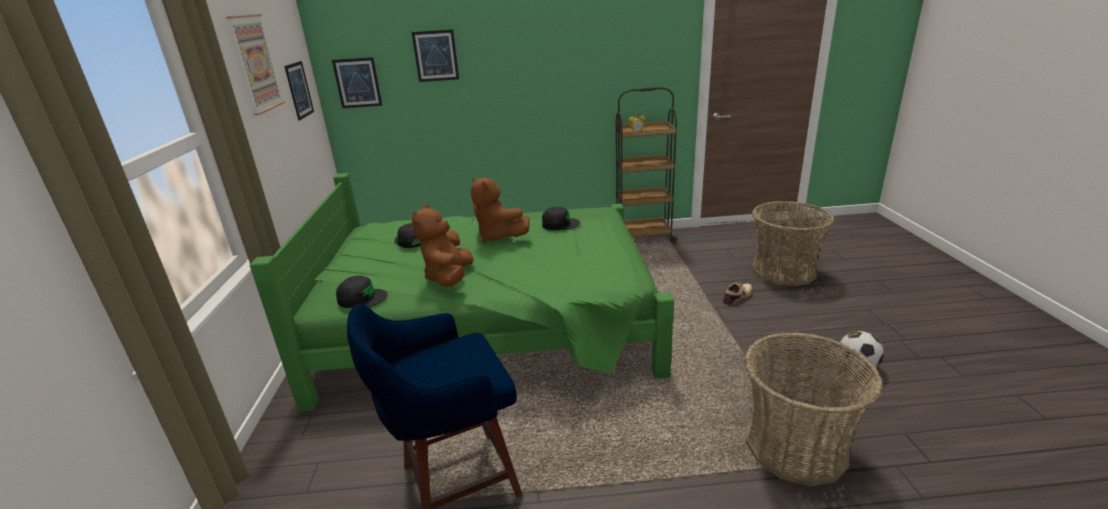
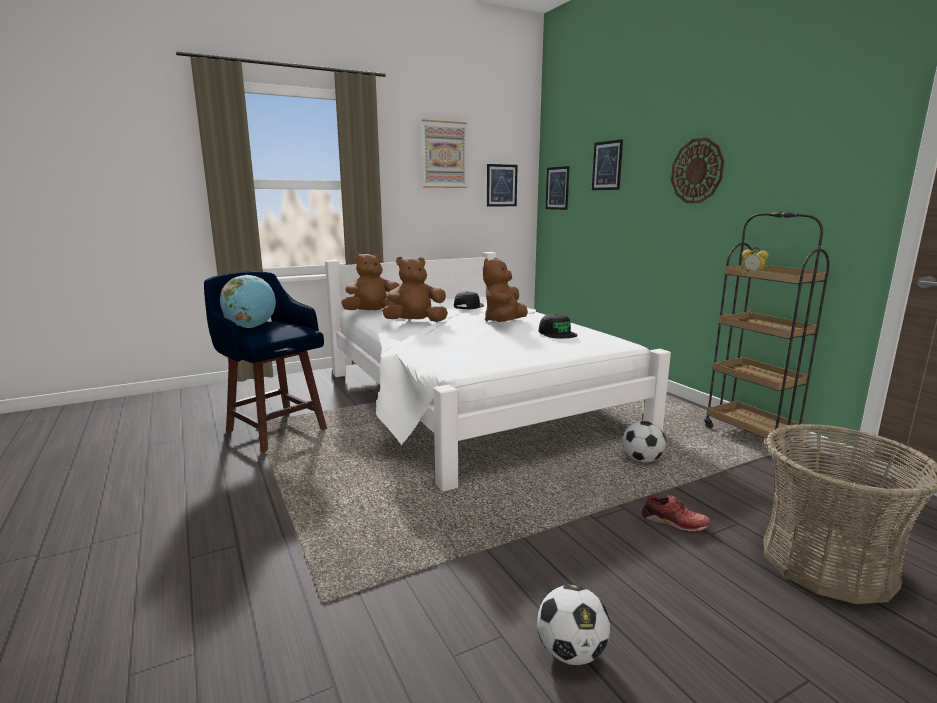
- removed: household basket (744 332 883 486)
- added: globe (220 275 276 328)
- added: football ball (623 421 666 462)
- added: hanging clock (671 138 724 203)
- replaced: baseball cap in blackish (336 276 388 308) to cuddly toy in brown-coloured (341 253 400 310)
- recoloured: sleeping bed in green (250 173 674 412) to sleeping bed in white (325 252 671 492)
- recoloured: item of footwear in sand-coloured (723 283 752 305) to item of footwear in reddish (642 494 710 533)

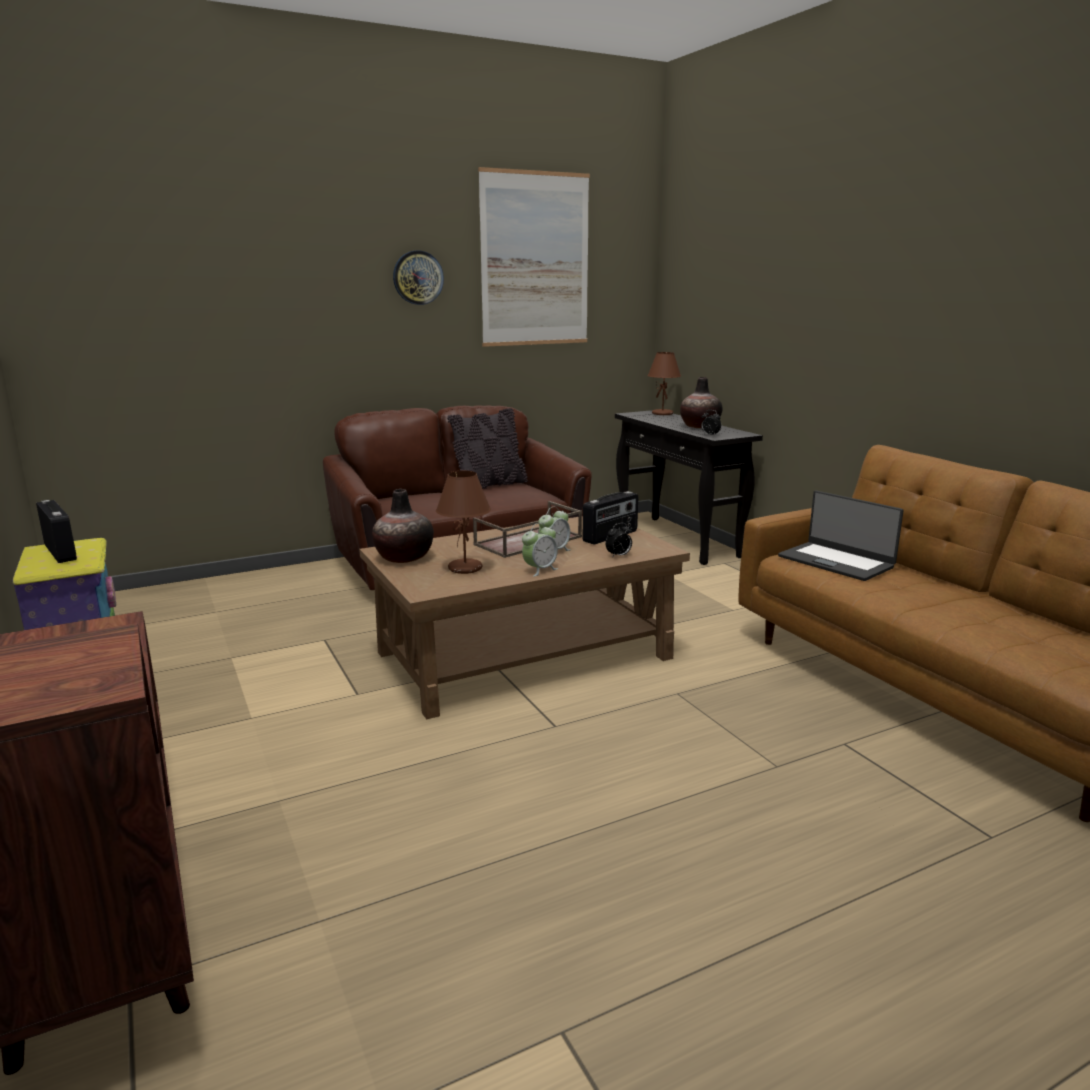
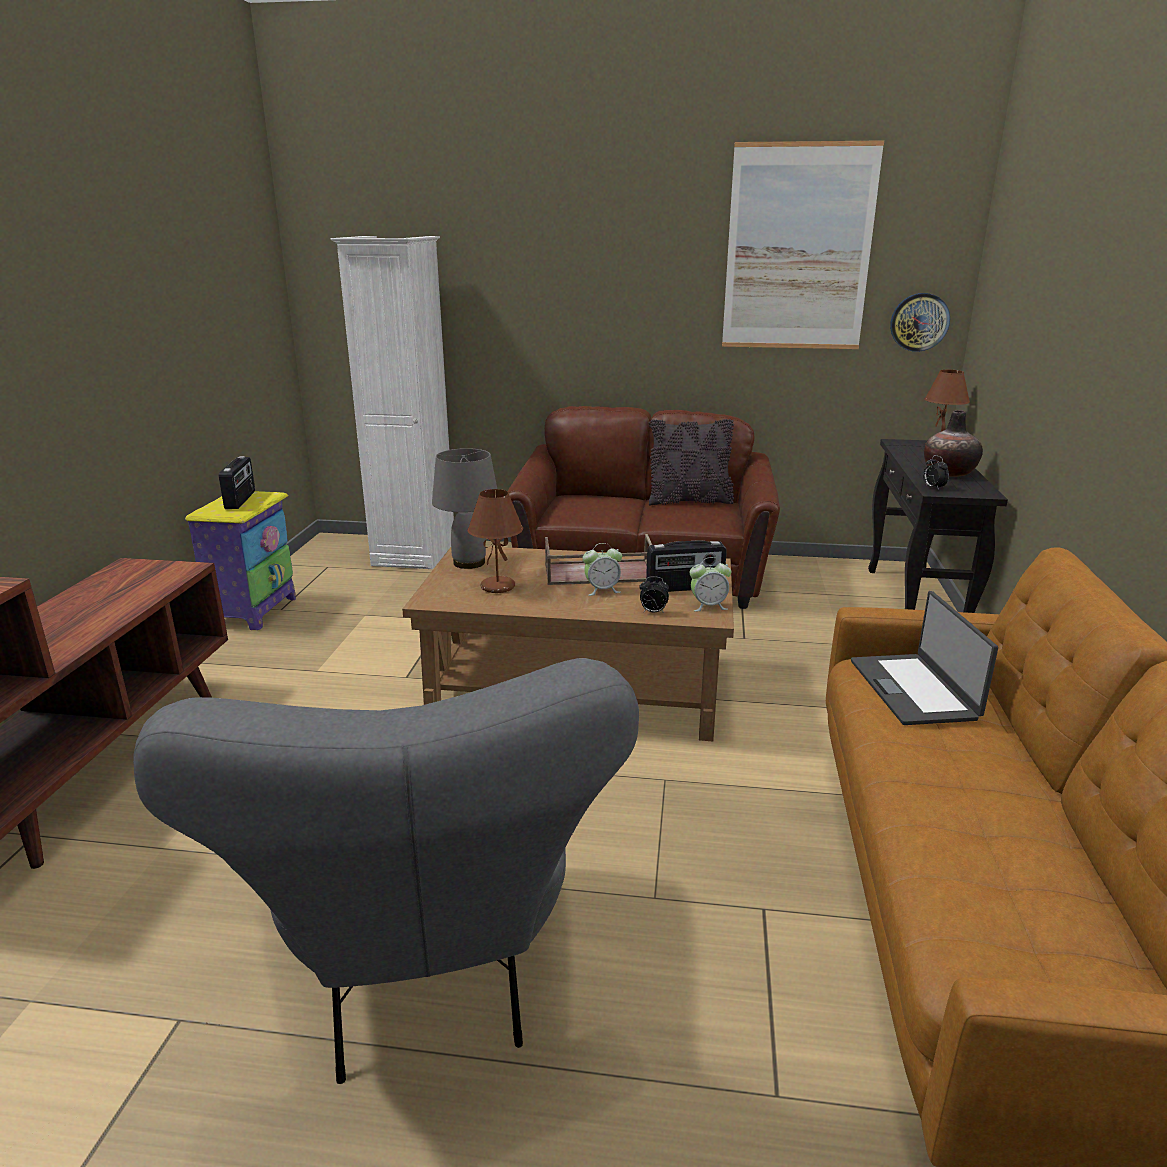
- added: lounge chair in grey (133 658 639 1084)
- added: cabinet in white (331 236 454 569)
- moved: hanging clock (393 251 444 305) to (890 293 950 352)
- moved: alarm clock (522 523 558 577) to (690 557 731 612)
- replaced: vase (372 489 434 563) to tabletop lamp in grey (432 448 497 569)

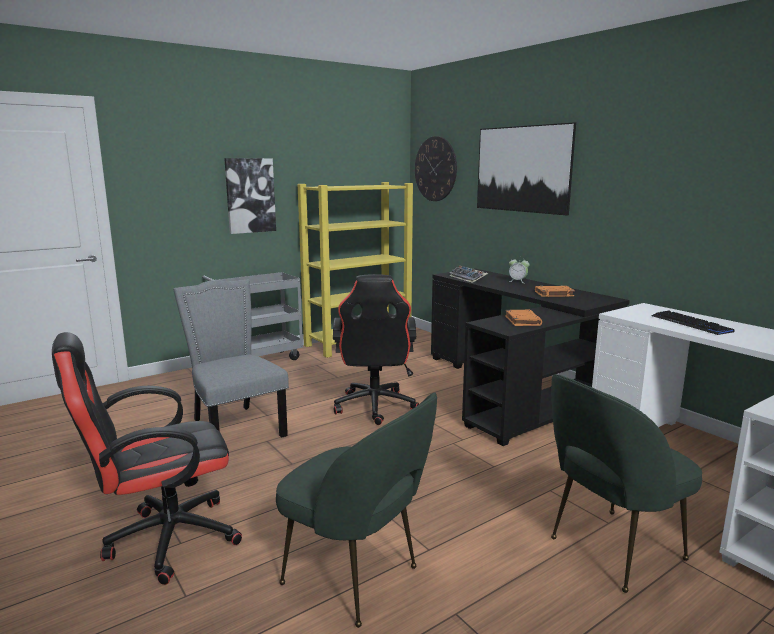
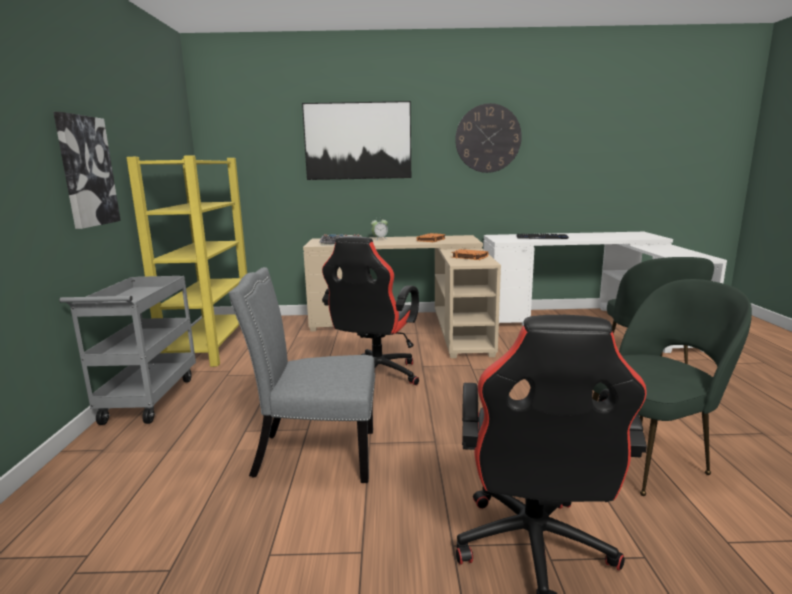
- moved: hanging clock (415 136 457 201) to (455 103 522 173)
- recoloured: desk in blackish (431 269 630 446) to desk in sand-coloured (303 235 501 358)
- turned: computer chair in blackish (333 274 419 425) = (322 236 419 385) 75 degrees clockwise

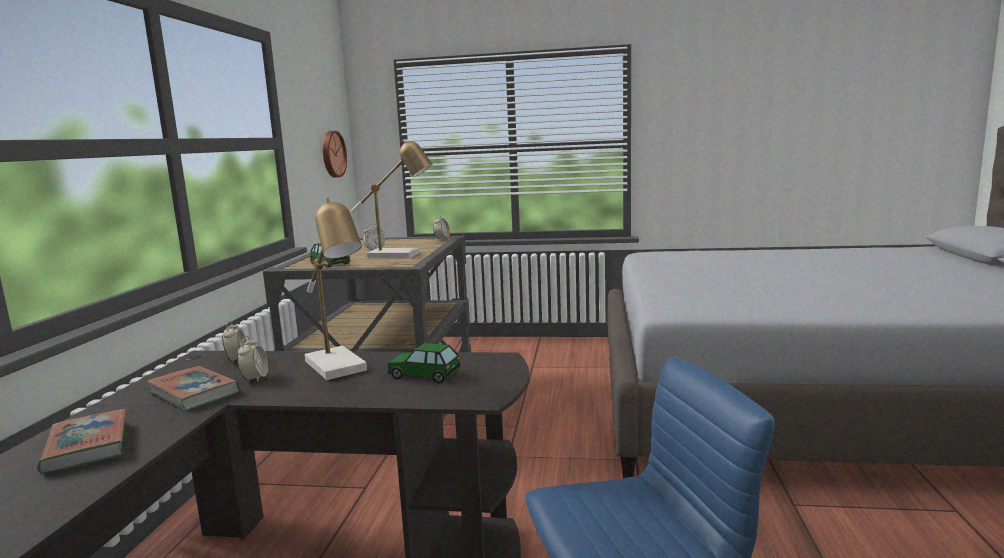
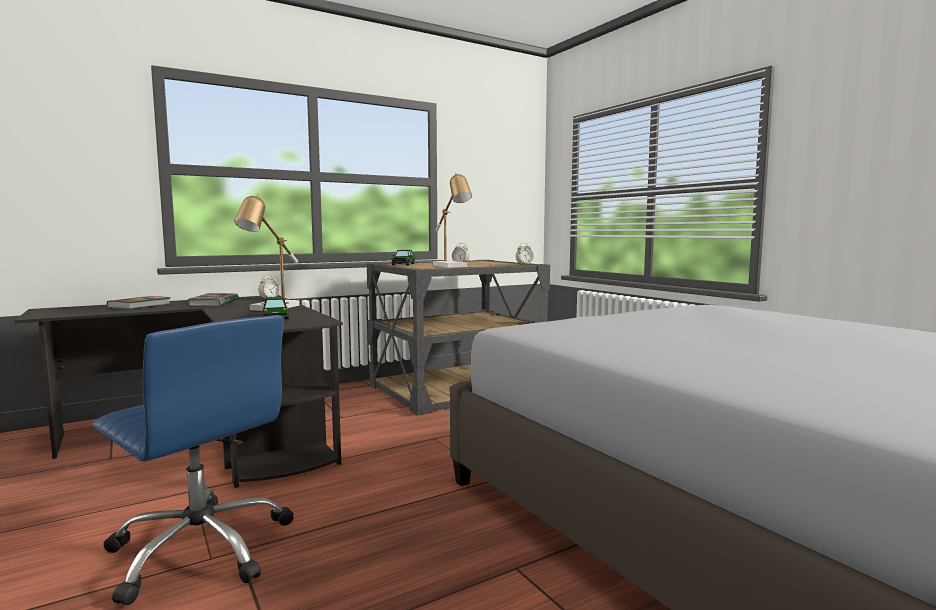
- removed: alarm clock (237 336 268 382)
- removed: hanging clock (323 131 347 178)

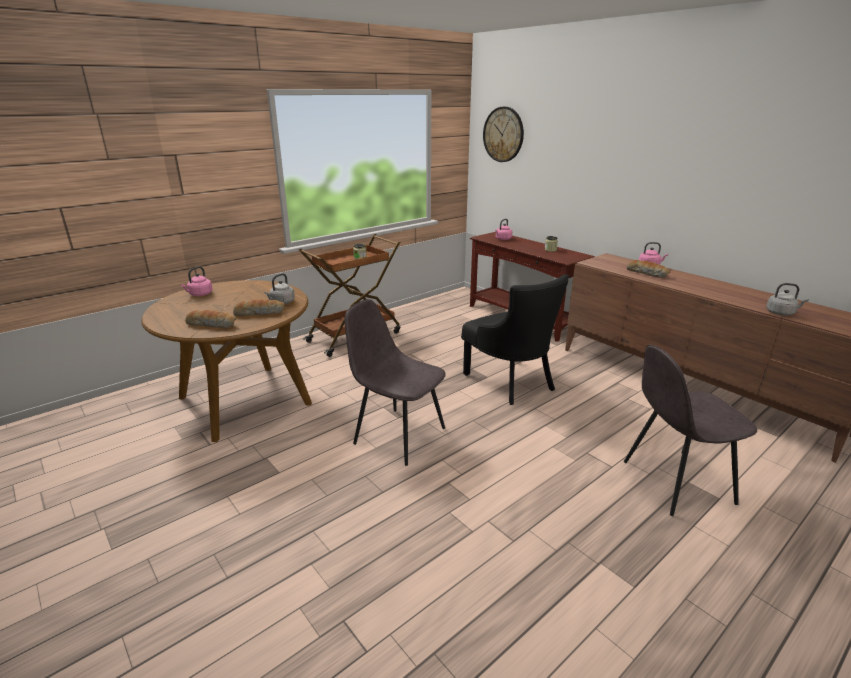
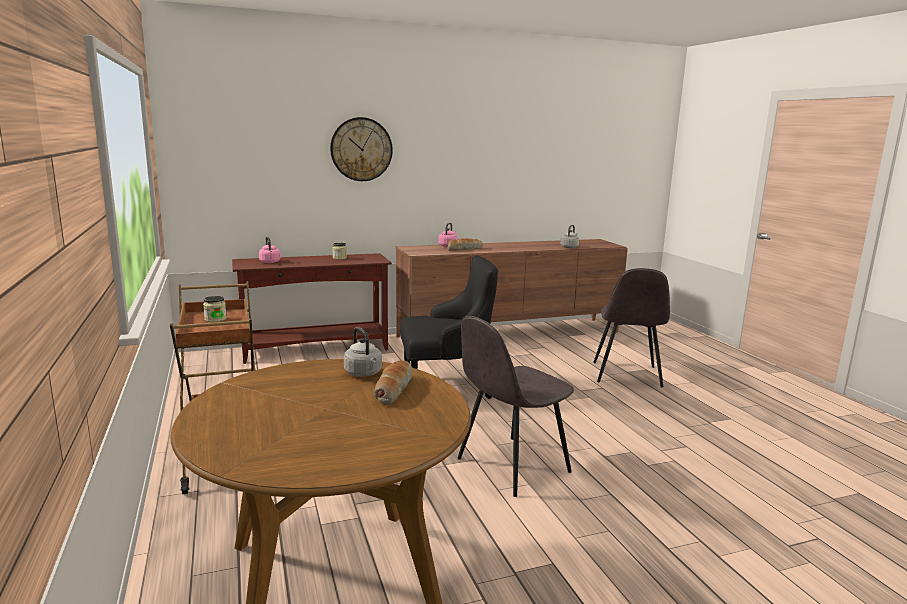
- removed: tea kettle in pinkish (181 266 213 296)
- removed: baked bread (185 310 236 328)
- moved: hanging clock (483 107 524 162) to (330 117 393 181)

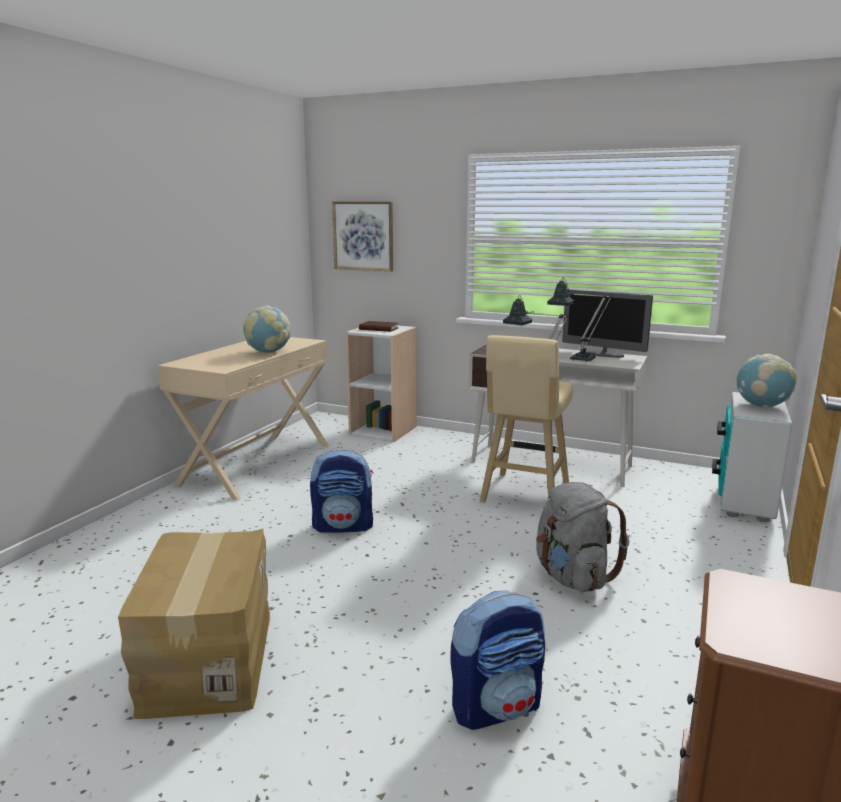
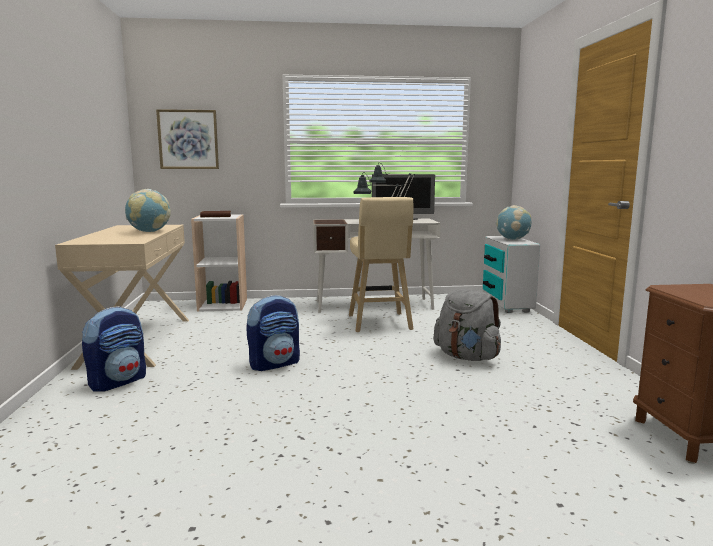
- removed: carton (118 529 270 719)
- moved: rucksack (450 590 545 730) to (82 306 146 392)

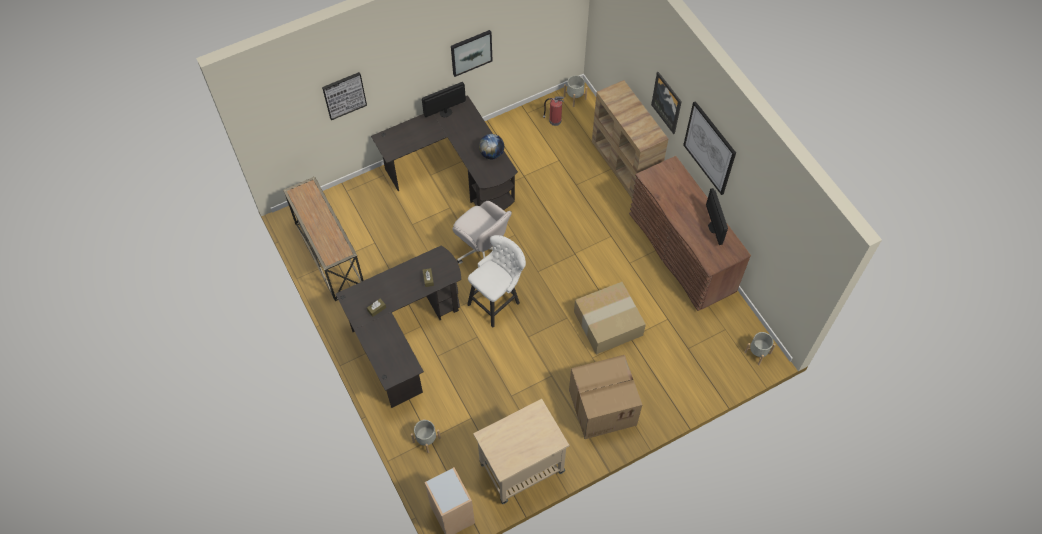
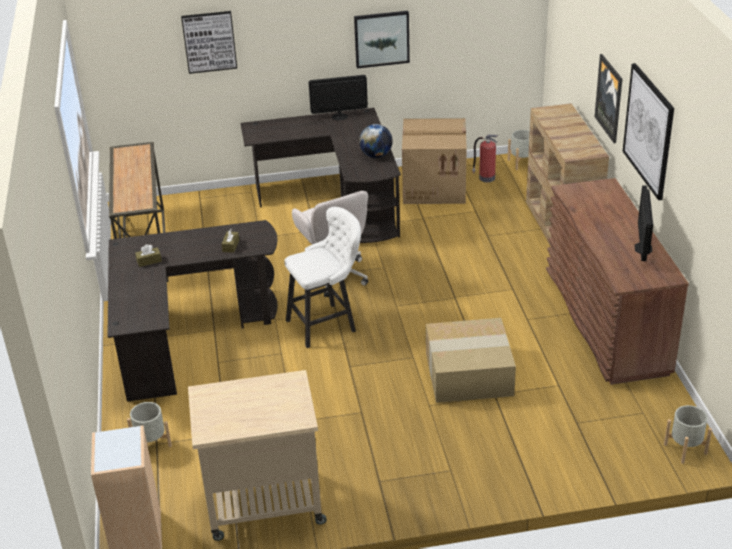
- moved: carton (569 355 642 439) to (402 118 467 204)

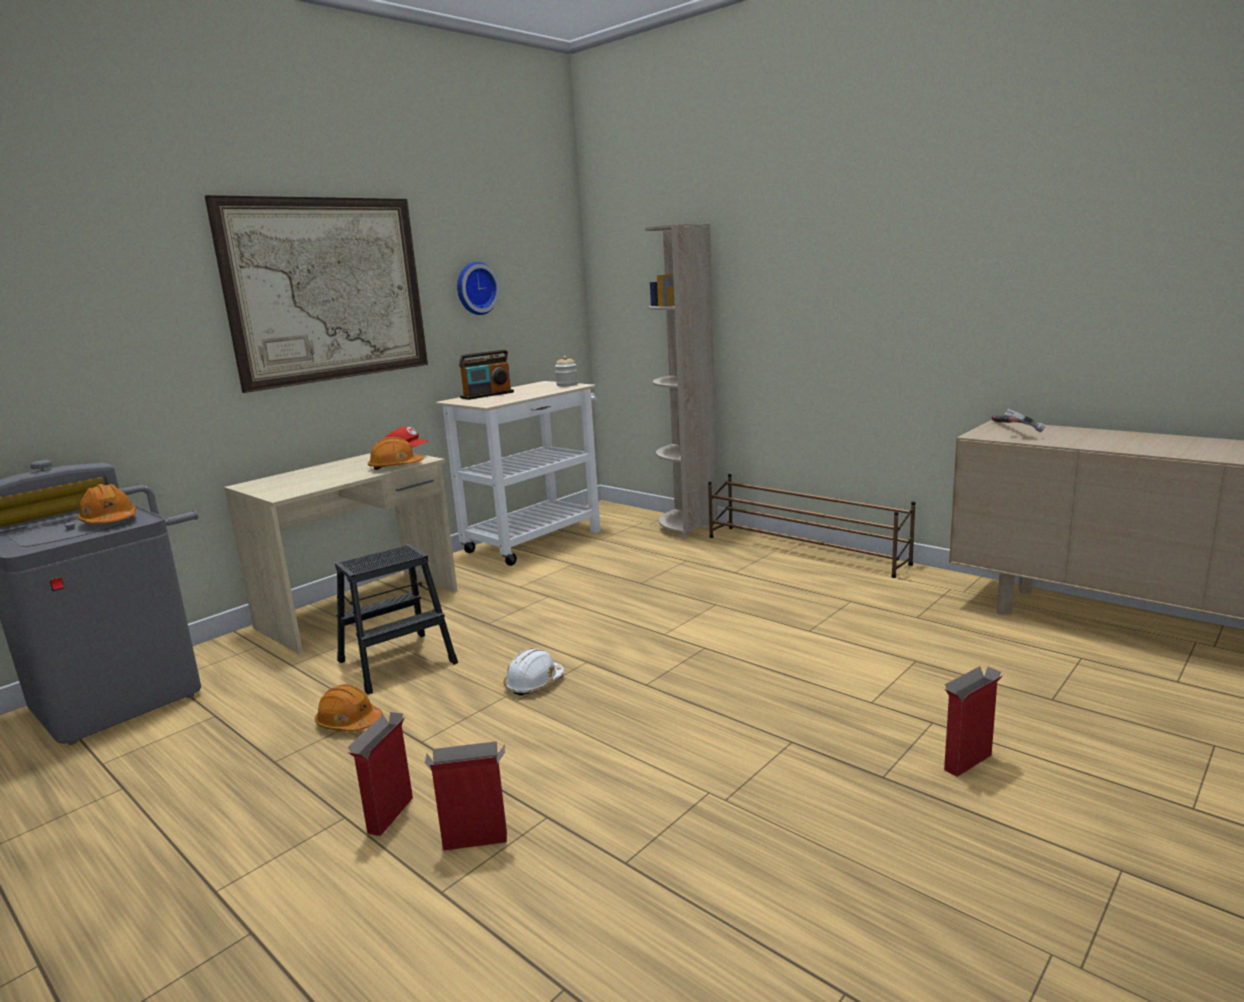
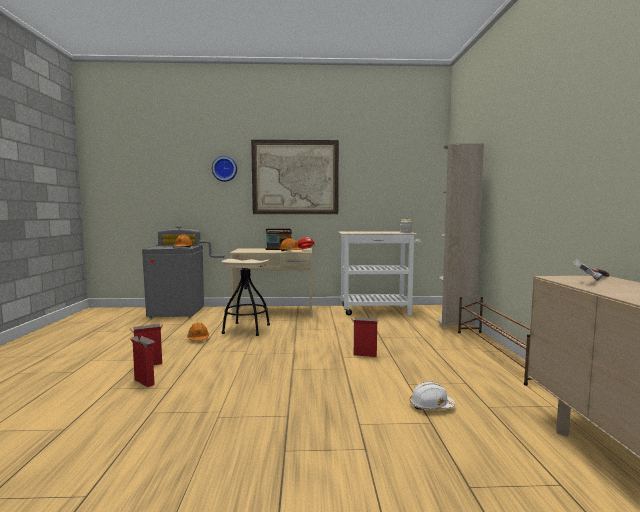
- moved: hanging clock (457 262 500 315) to (212 156 237 182)
- moved: radio (459 349 514 400) to (265 228 292 250)
- moved: safety helmet in white (504 648 564 696) to (410 381 455 410)
- moved: carton (944 666 1003 777) to (351 317 379 357)
- replaced: stepladder in blackish (335 544 458 694) to sitting stool in sand-coloured (221 259 270 336)

